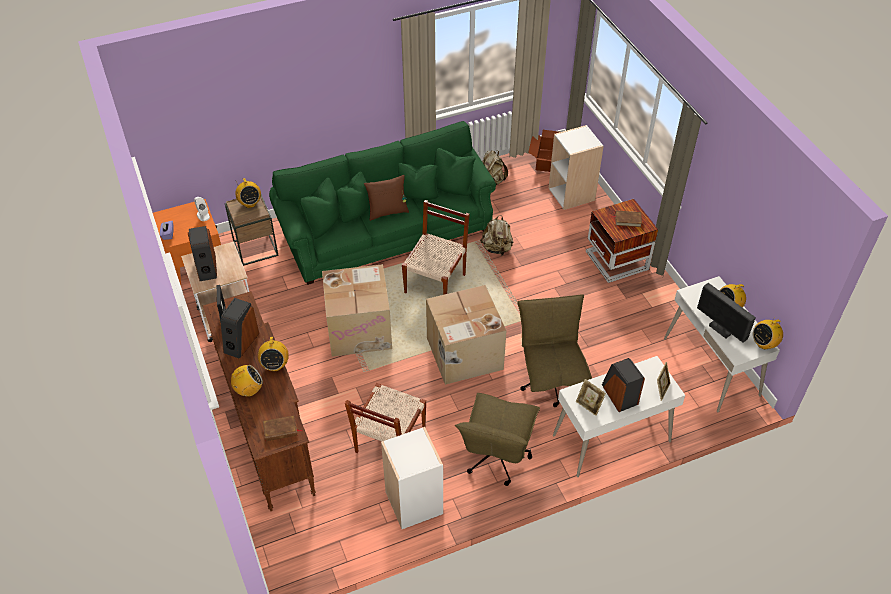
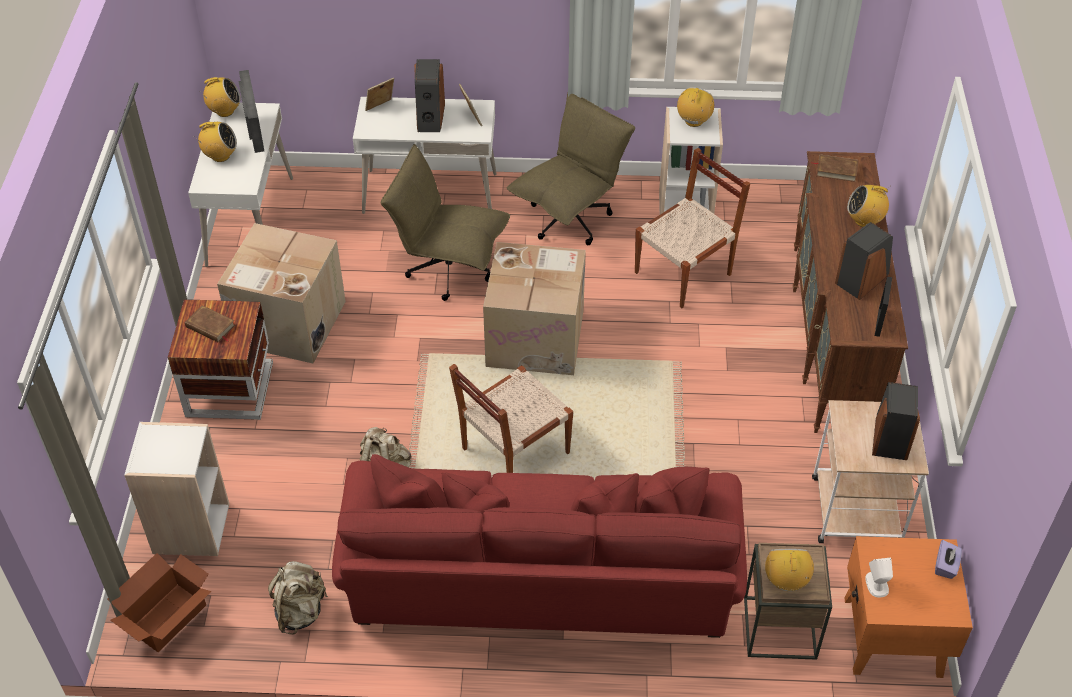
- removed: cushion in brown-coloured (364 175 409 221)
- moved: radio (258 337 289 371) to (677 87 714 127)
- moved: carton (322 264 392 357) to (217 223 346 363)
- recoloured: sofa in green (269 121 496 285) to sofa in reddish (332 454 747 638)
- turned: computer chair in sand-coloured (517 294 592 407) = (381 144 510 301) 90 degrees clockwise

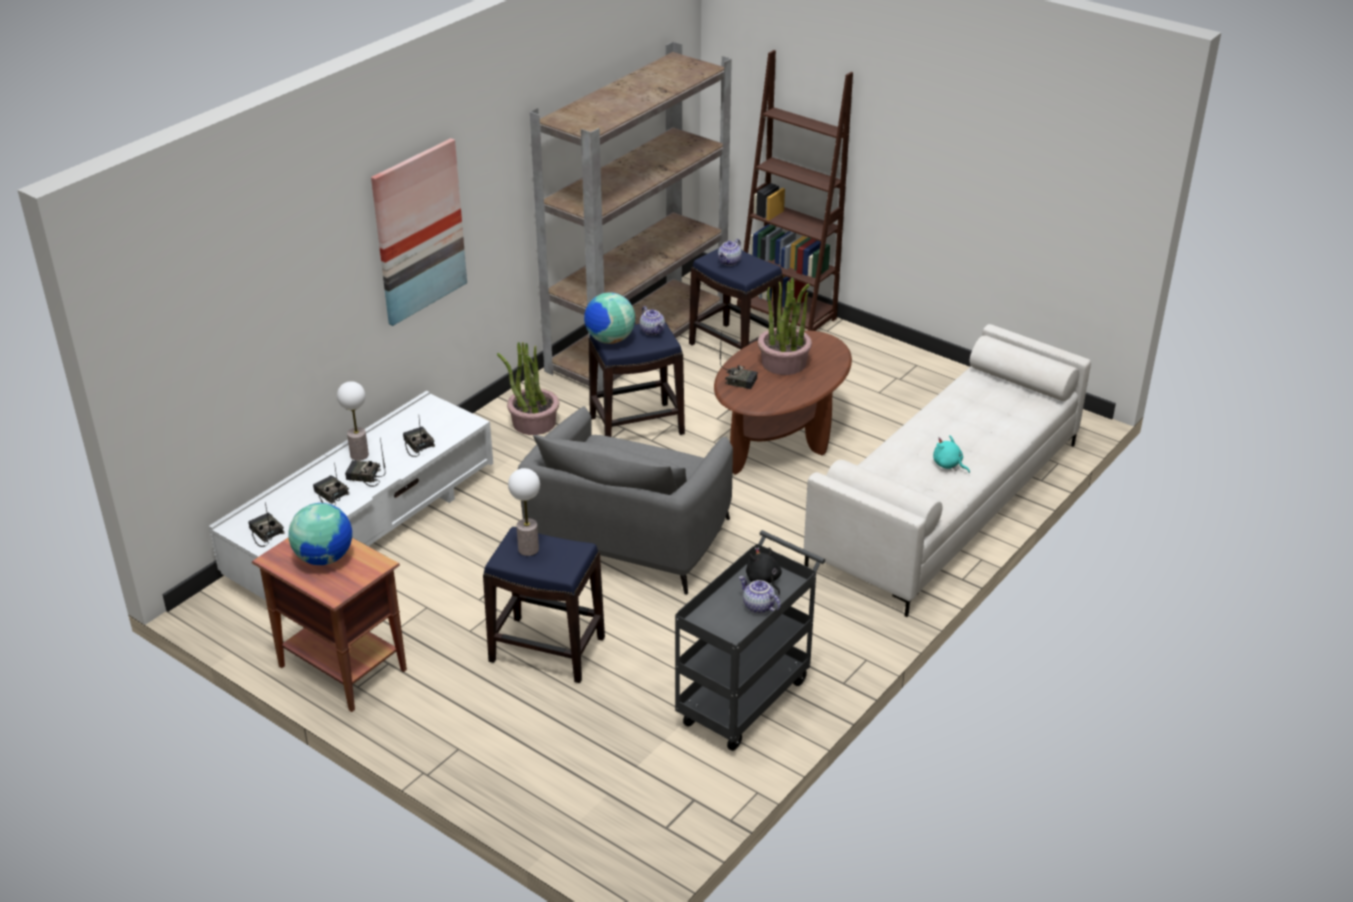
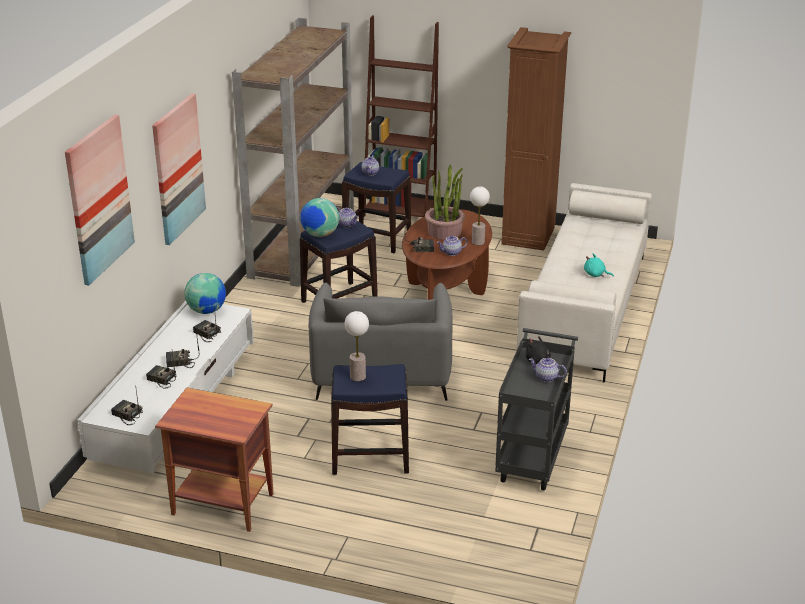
- removed: potted plant (497 342 559 435)
- added: wall picture (65 115 135 285)
- added: teapot (437 235 467 256)
- added: cabinet in brown-coloured (501 27 572 250)
- moved: globe (288 503 352 565) to (184 273 226 314)
- moved: tabletop lamp (337 381 369 461) to (470 186 490 245)

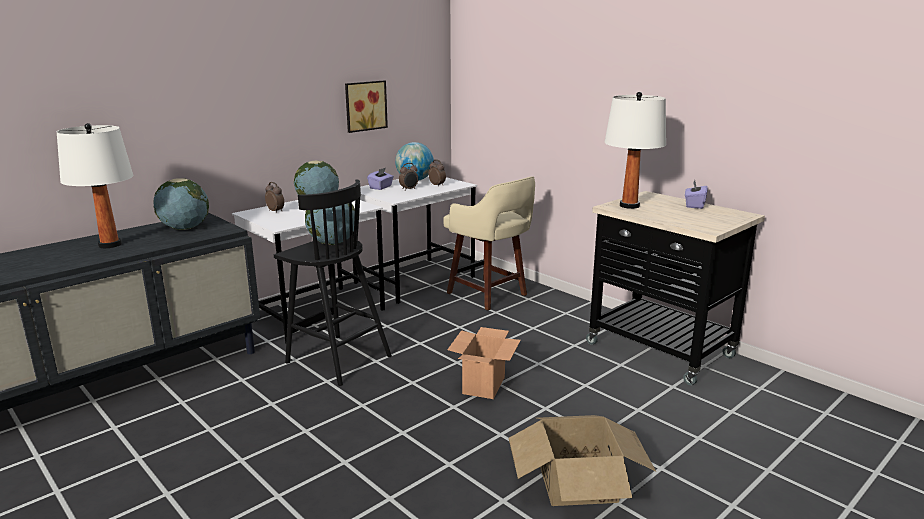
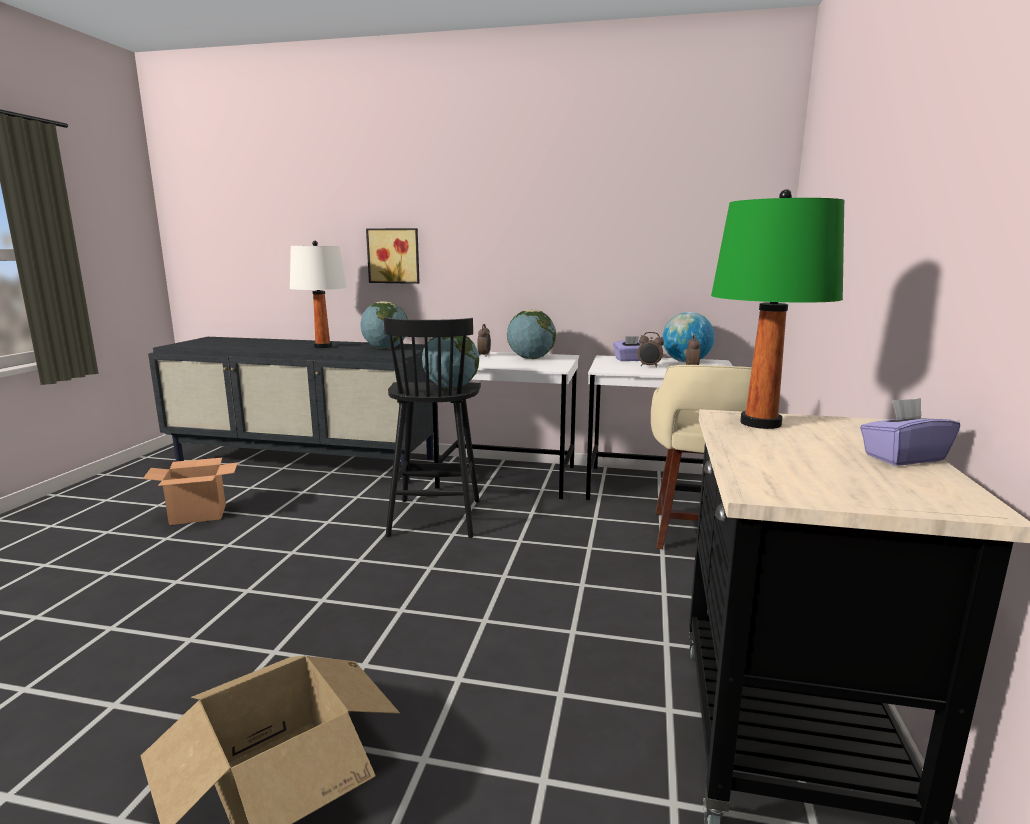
- moved: wall picture (345 81 388 133) to (366 228 420 284)
- moved: carton (447 327 521 399) to (143 458 238 525)
- recoloured: tabletop lamp in white (605 92 666 209) to tabletop lamp in green (711 189 845 429)

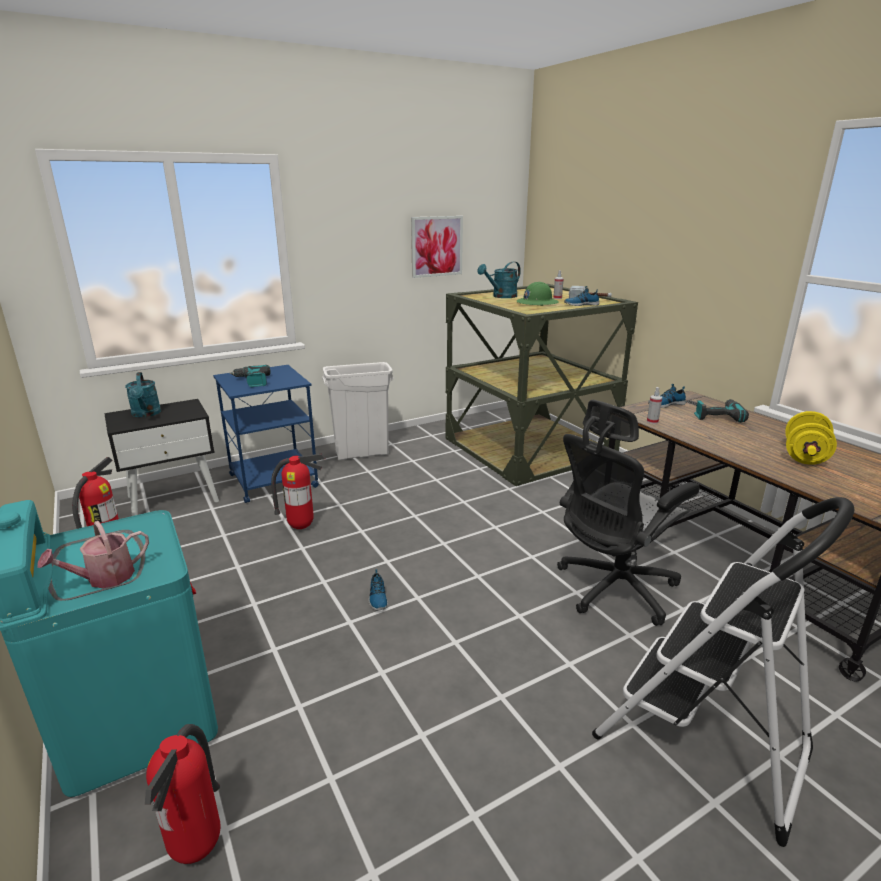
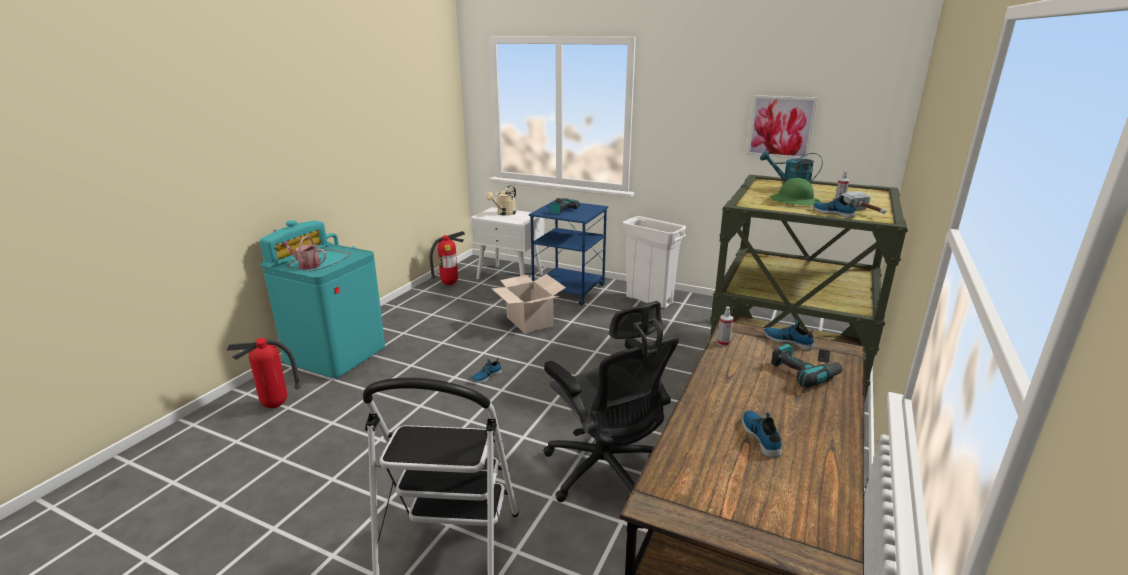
- replaced: fire-fighting cylinder (271 454 325 529) to carton (491 274 566 333)
- replaced: hand weight in yellow (785 411 837 465) to item of footwear (742 411 782 458)
- recoloured: night table in blackish (104 399 219 516) to night table in white (470 207 545 279)
- recoloured: watering pot in turquoise-coloured (125 372 161 417) to watering pot in sand-coloured (486 185 516 216)
- turned: computer chair (557 400 699 626) = (543 301 679 502) 135 degrees counterclockwise

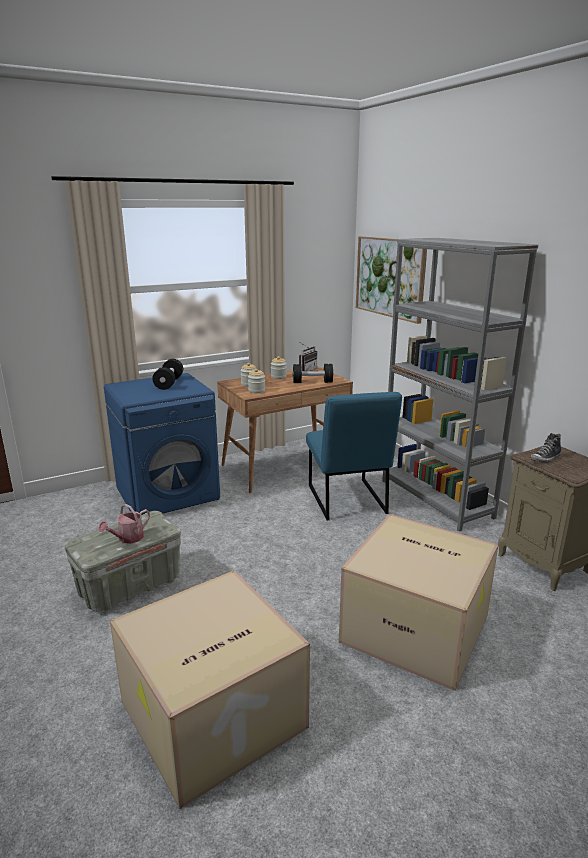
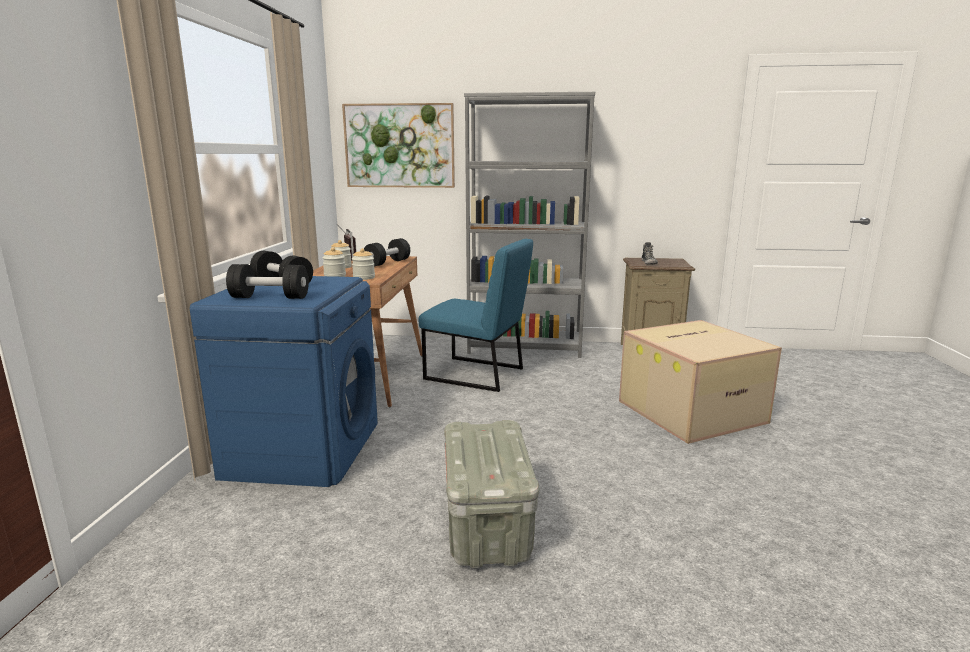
- removed: watering pot (98 504 150 543)
- removed: carton (110 570 310 809)
- added: hand weight in blackish (226 264 309 299)

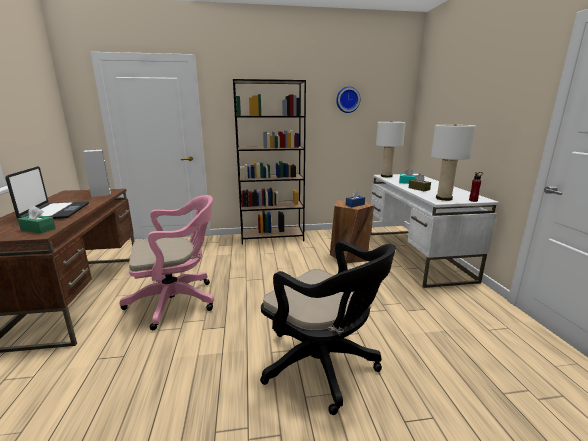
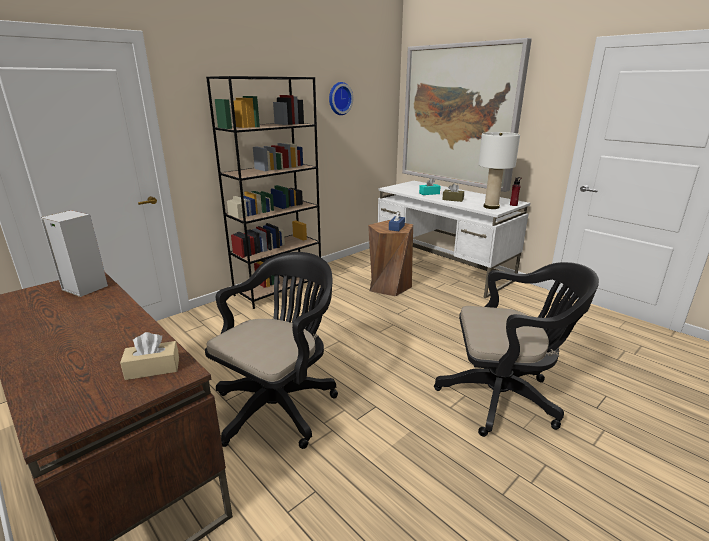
- removed: notebook computer (6 166 89 219)
- removed: tabletop lamp in white (376 121 406 177)
- added: wall picture (402 38 532 192)
- recoloured: tissue box in green (18 206 56 234) to tissue box in sand-coloured (120 332 179 380)
- recoloured: computer chair in pinkish (120 195 214 330) to computer chair in blackish (205 252 338 449)

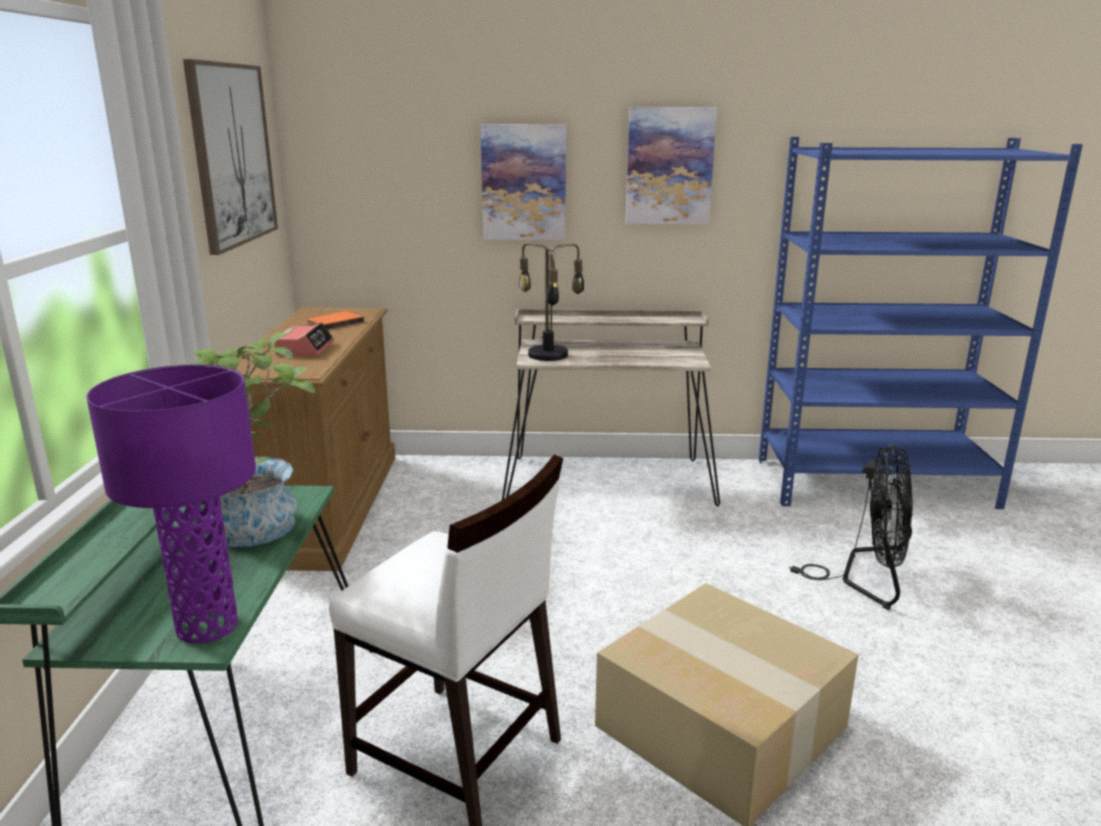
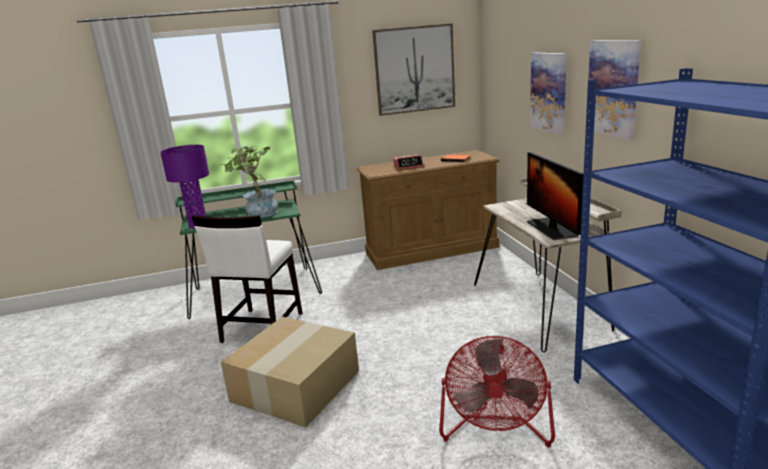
- removed: tabletop lamp (519 243 584 361)
- added: monitor (527 152 584 240)
- recoloured: electric fan in blackish (789 444 913 610) to electric fan in reddish (439 336 555 448)

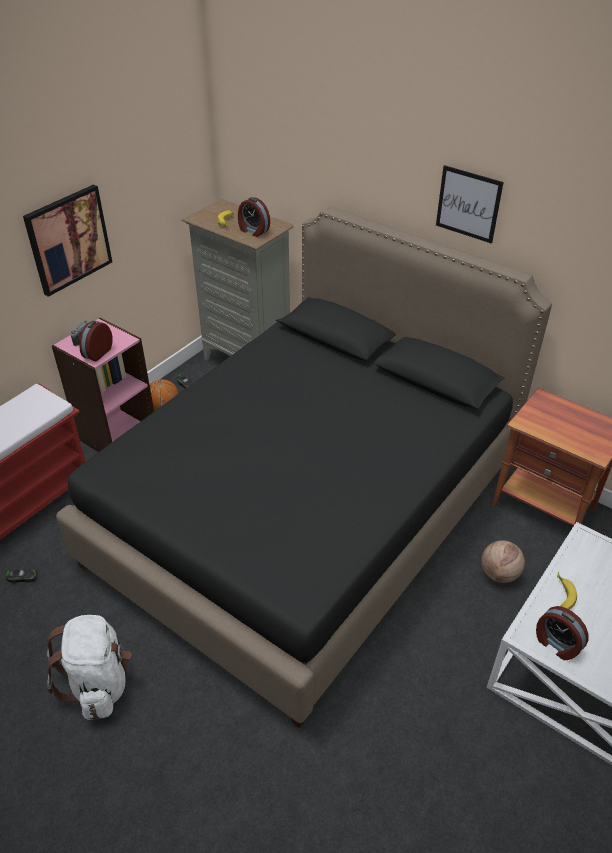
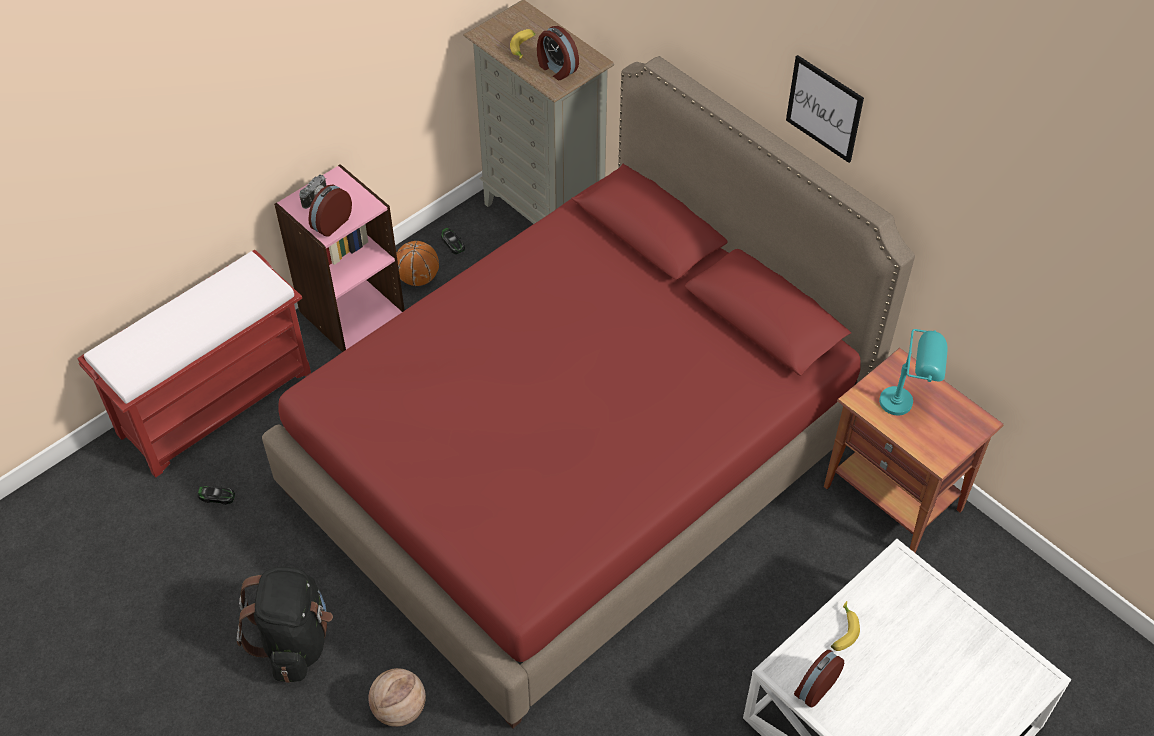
- removed: wall picture (23 185 112 297)
- added: tabletop lamp in turquoise-coloured (879 329 948 415)
- moved: basketball ball (481 540 525 583) to (368 668 426 727)
- recoloured: rucksack in white (47 615 132 720) to rucksack in blackish (237 567 333 683)
- recoloured: sleeping bed in blackish (56 206 552 728) to sleeping bed in reddish (262 56 915 728)
- turned: alarm clock (536 606 588 660) = (794 650 844 707) 75 degrees clockwise

